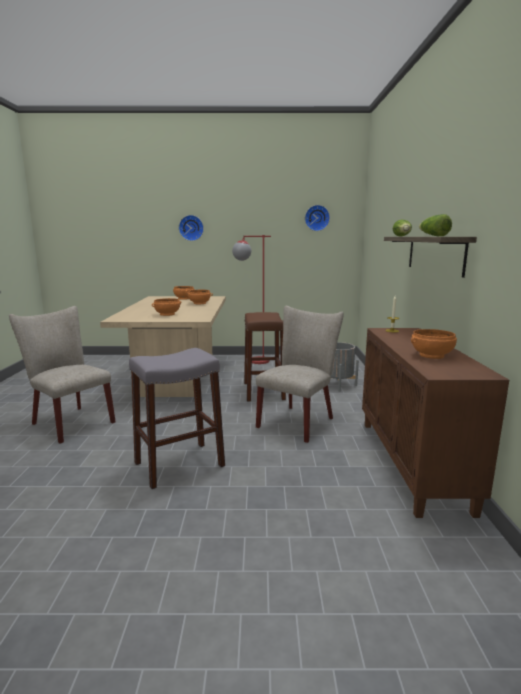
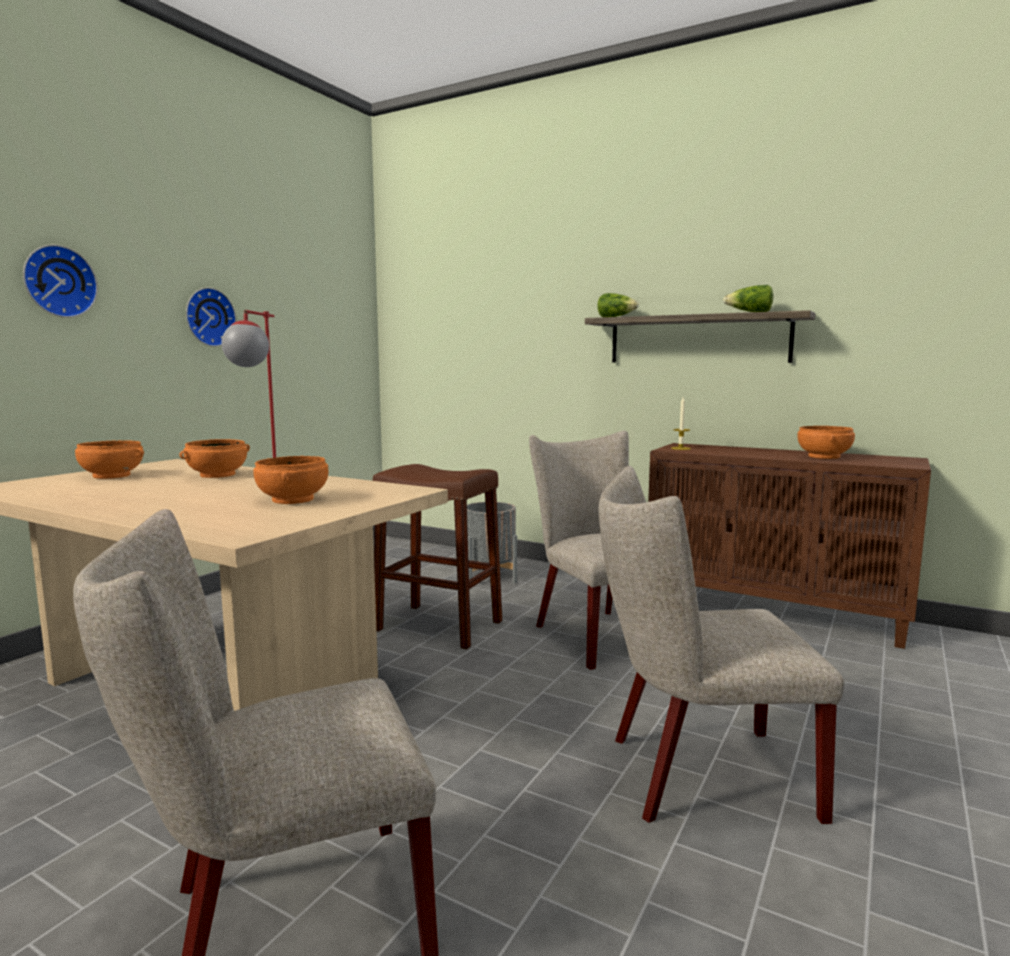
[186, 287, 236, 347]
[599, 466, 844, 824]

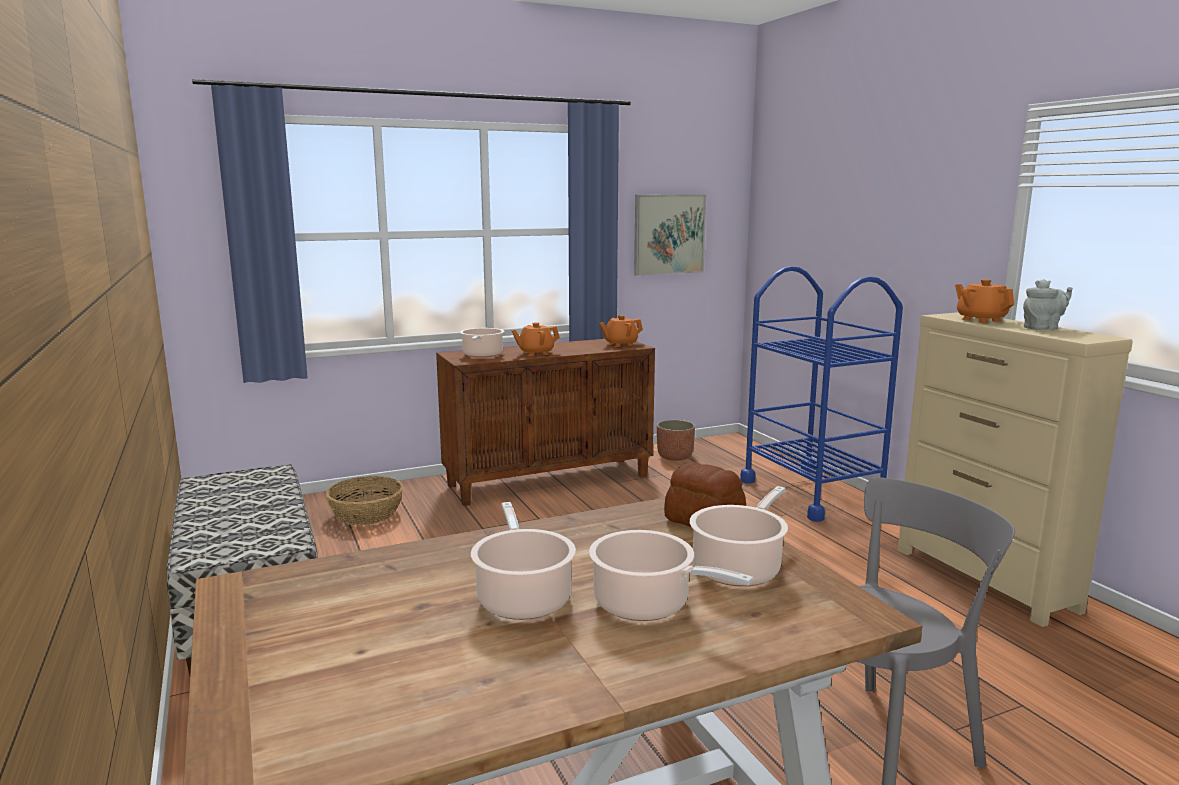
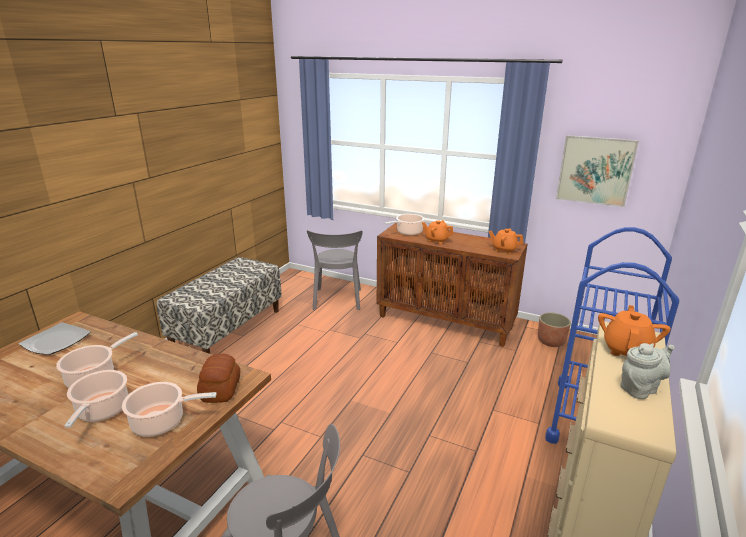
[19, 322, 91, 355]
[307, 230, 363, 310]
[620, 343, 674, 399]

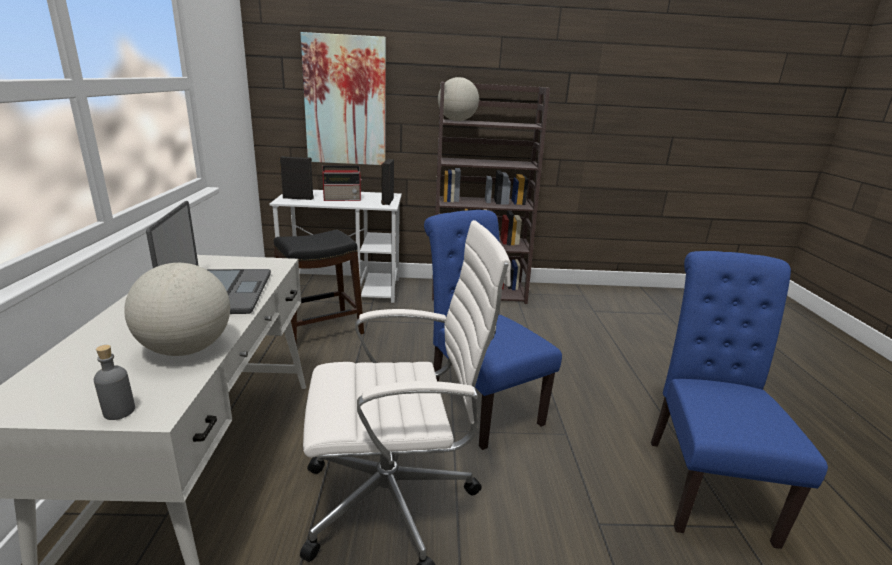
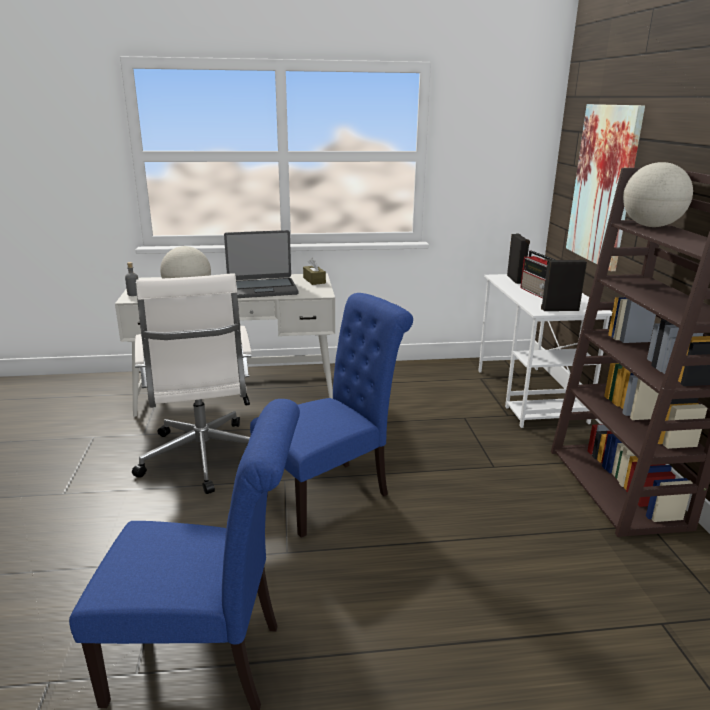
[303, 258, 326, 285]
[274, 230, 364, 346] (first image)

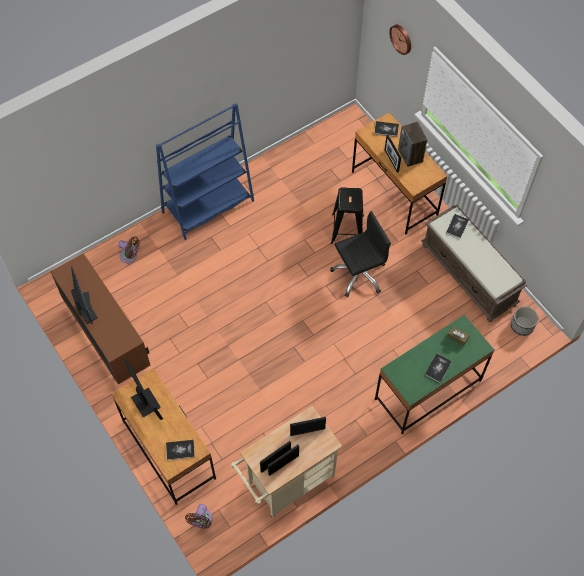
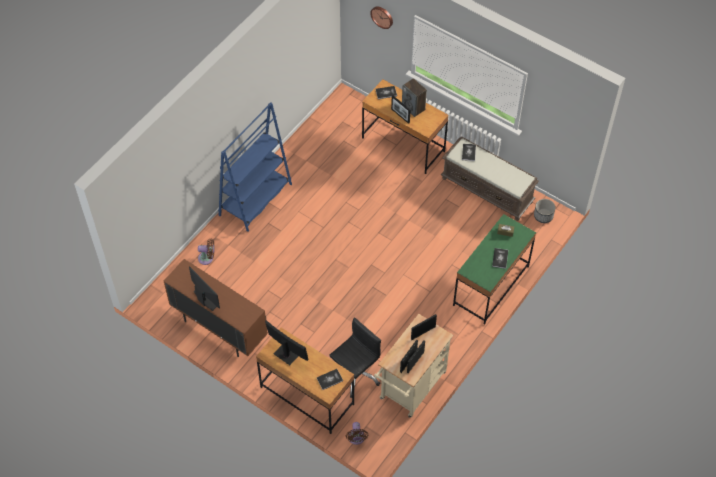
[329, 318, 381, 398]
[331, 187, 364, 244] (first image)

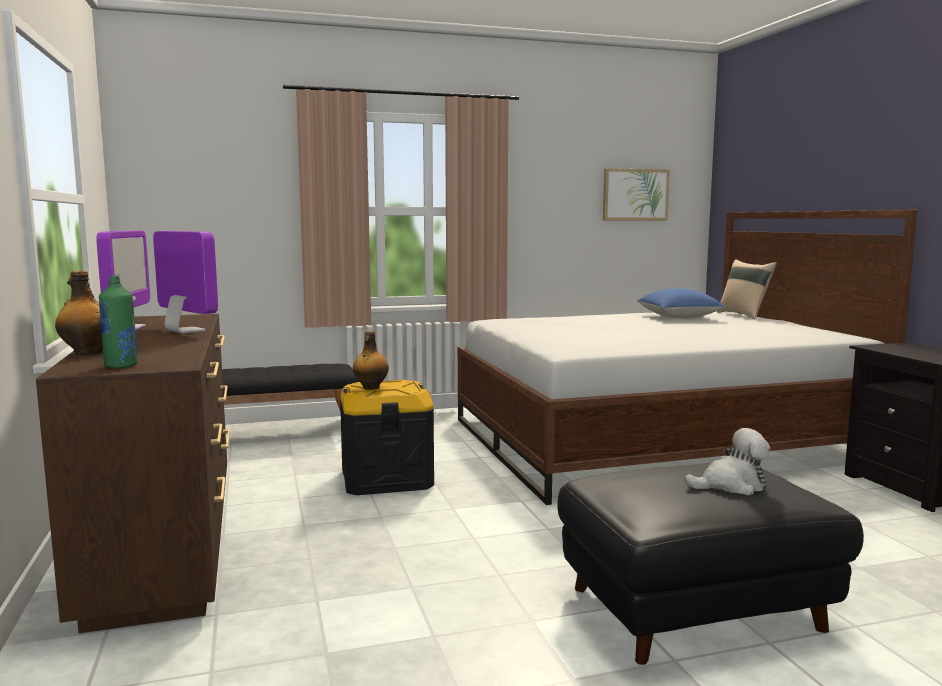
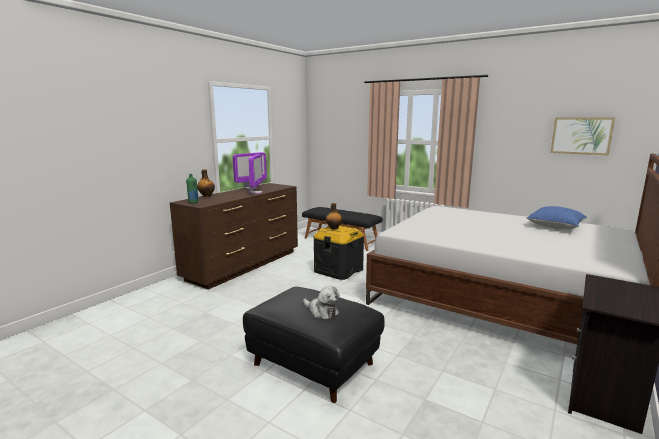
[717, 259, 777, 319] (first image)

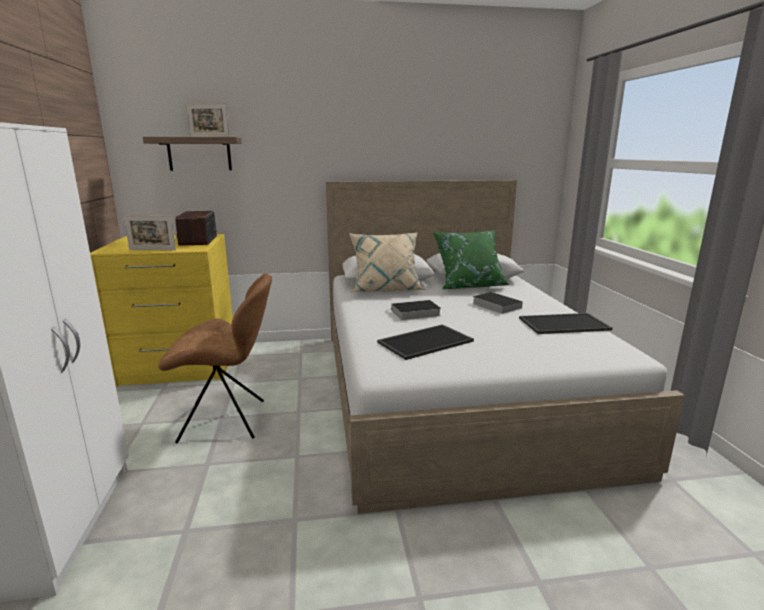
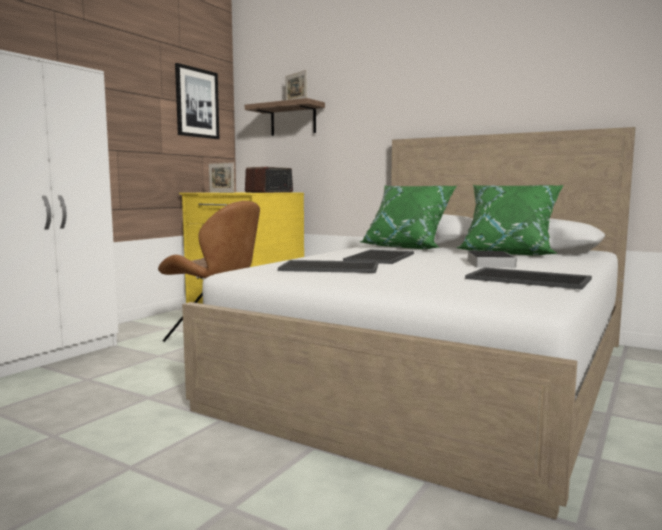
[175, 63, 219, 139]
[343, 249, 414, 264]
[360, 186, 457, 249]

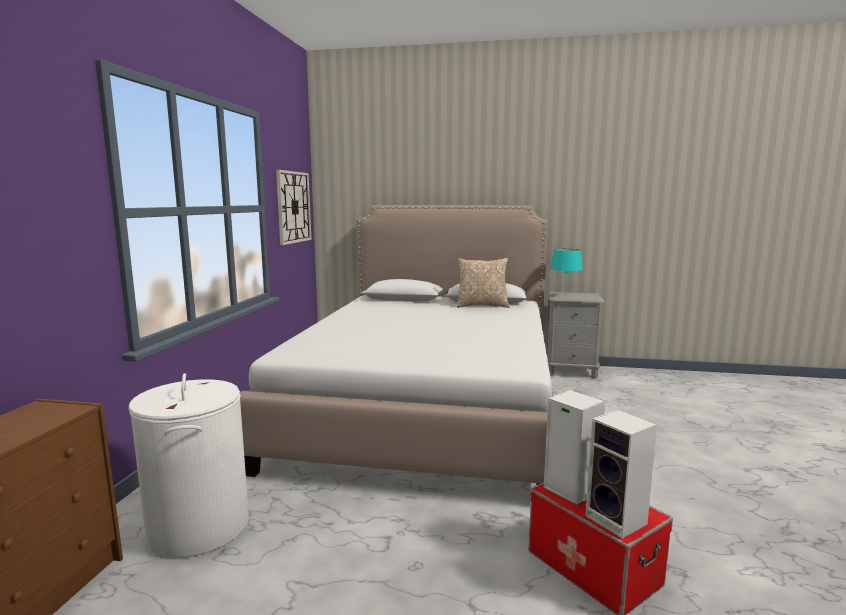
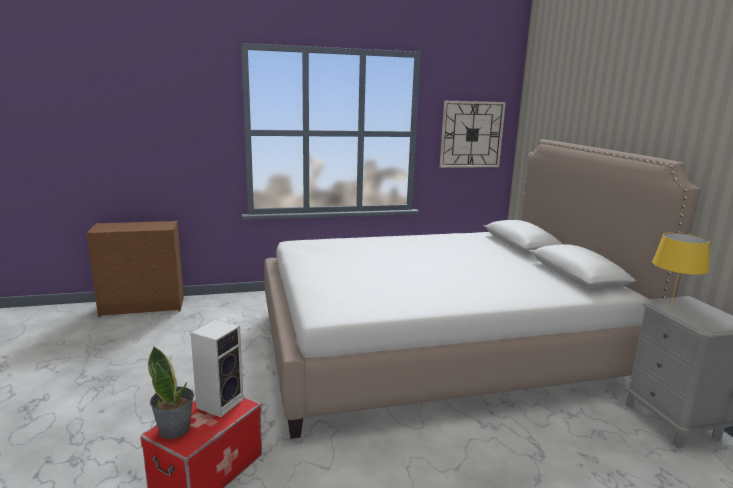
[148, 347, 194, 439]
[652, 232, 710, 306]
[129, 373, 249, 558] (first image)
[457, 258, 510, 308] (first image)

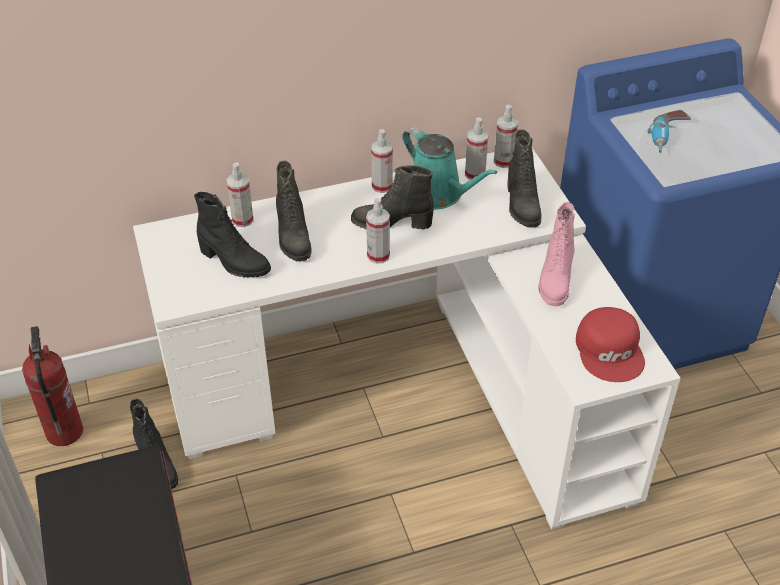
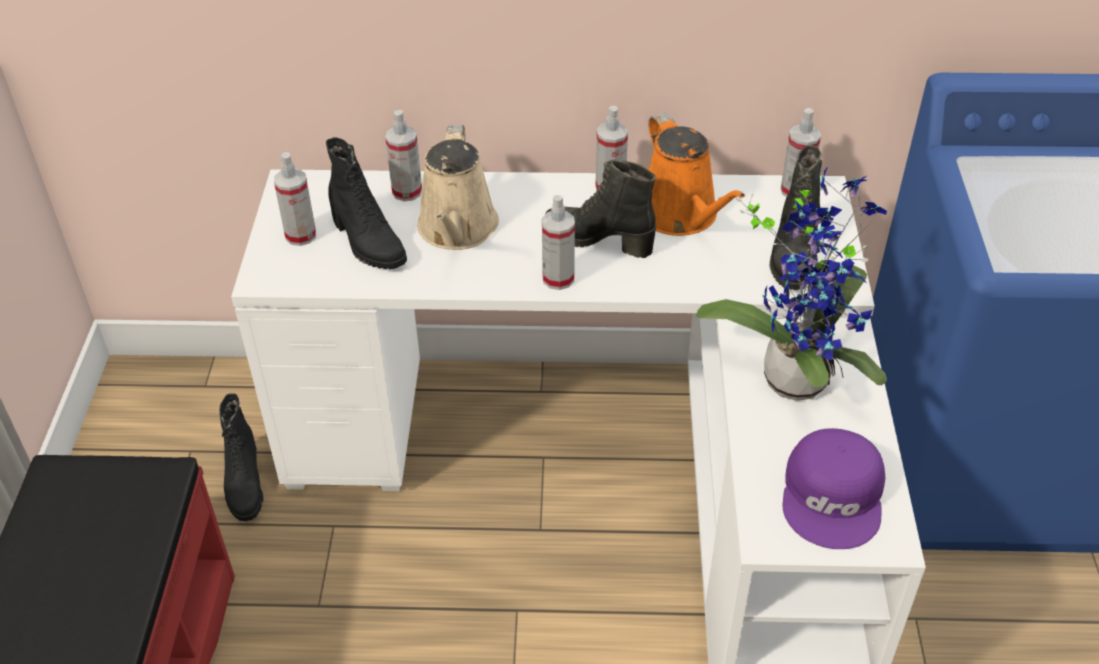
[274, 152, 316, 246]
[417, 125, 499, 250]
[648, 113, 745, 236]
[695, 168, 887, 401]
[782, 428, 885, 549]
[22, 326, 83, 446] (first image)
[648, 110, 691, 153] (first image)

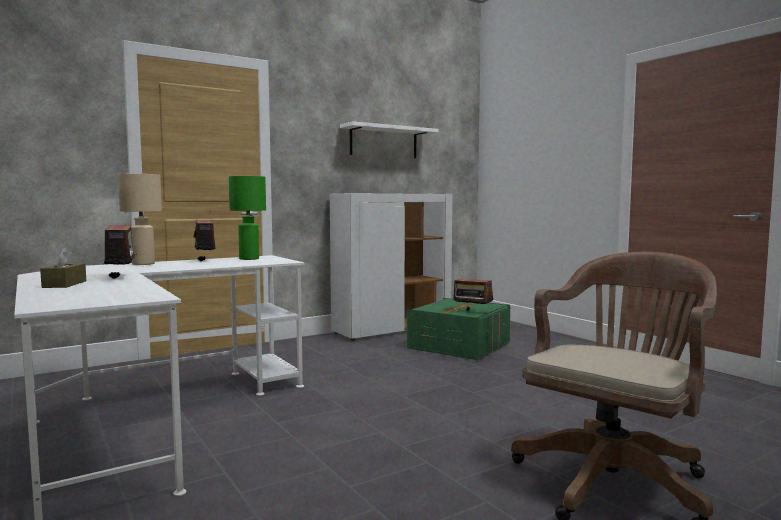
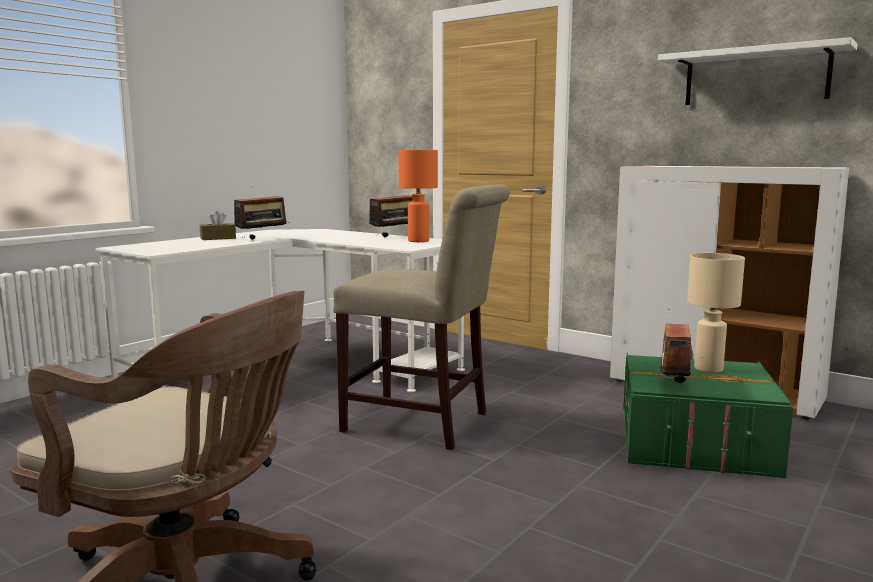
[333, 185, 510, 450]
[398, 150, 438, 242]
[687, 253, 745, 373]

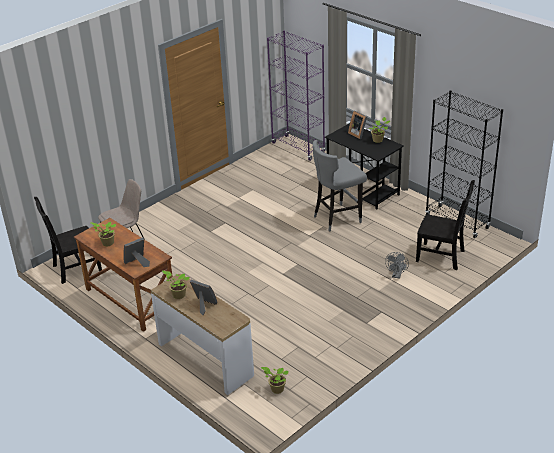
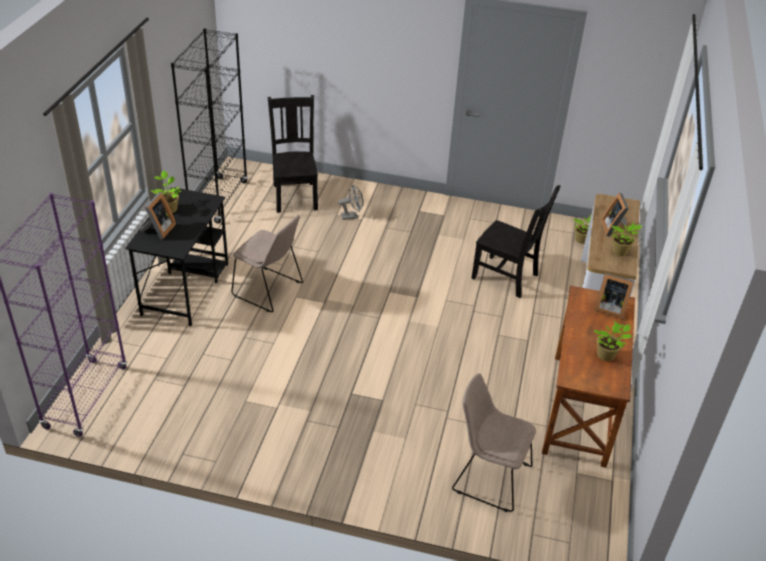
[231, 215, 303, 312]
[471, 185, 560, 298]

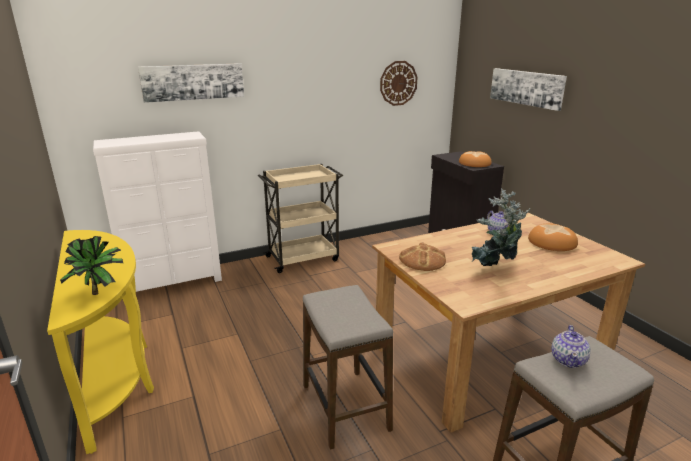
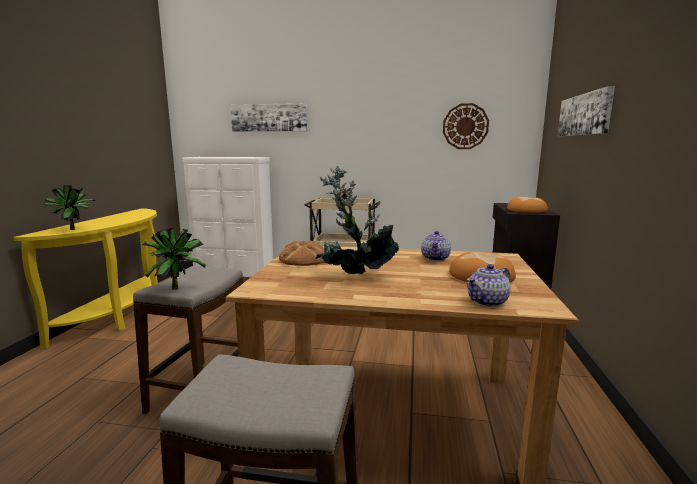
[142, 228, 206, 290]
[467, 264, 511, 307]

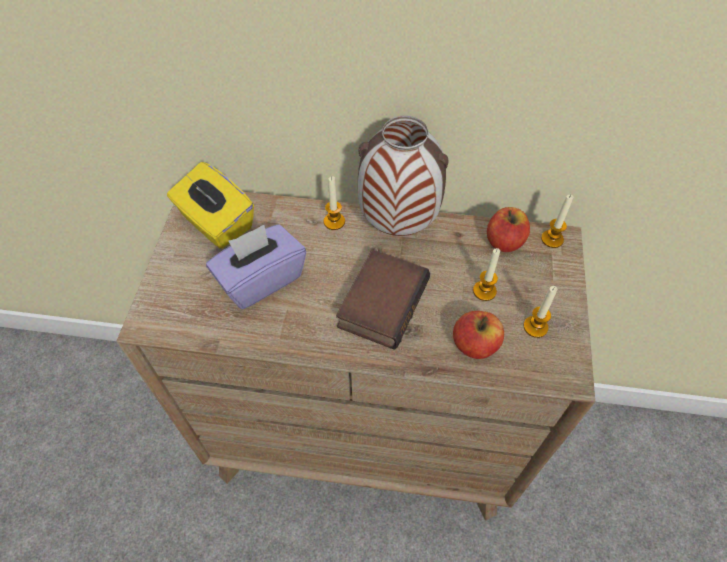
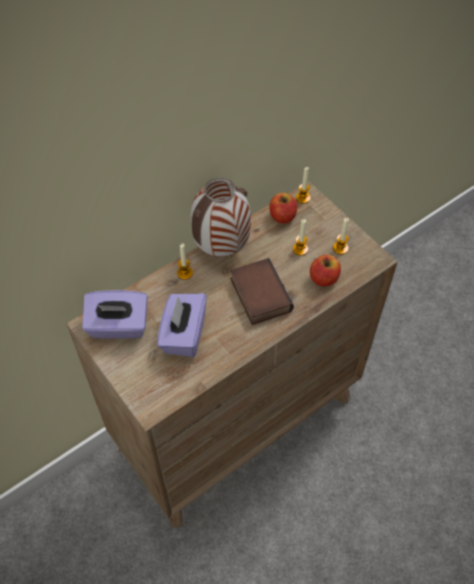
[82, 290, 148, 339]

